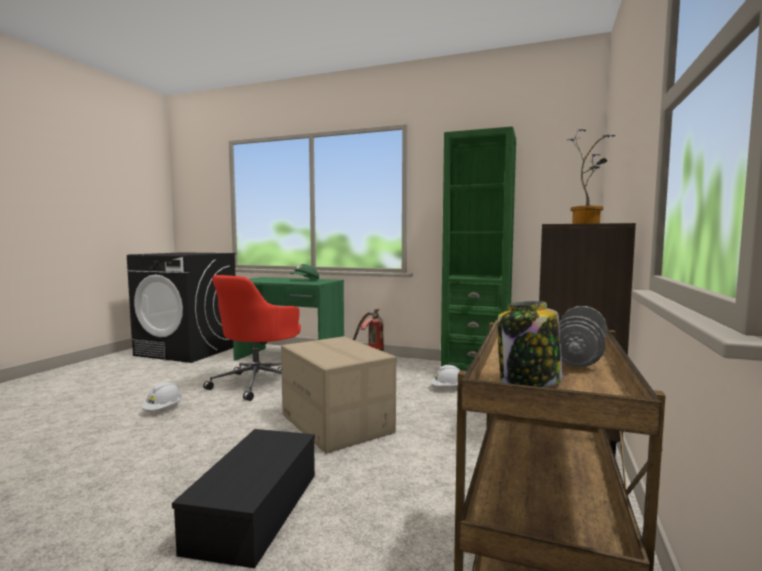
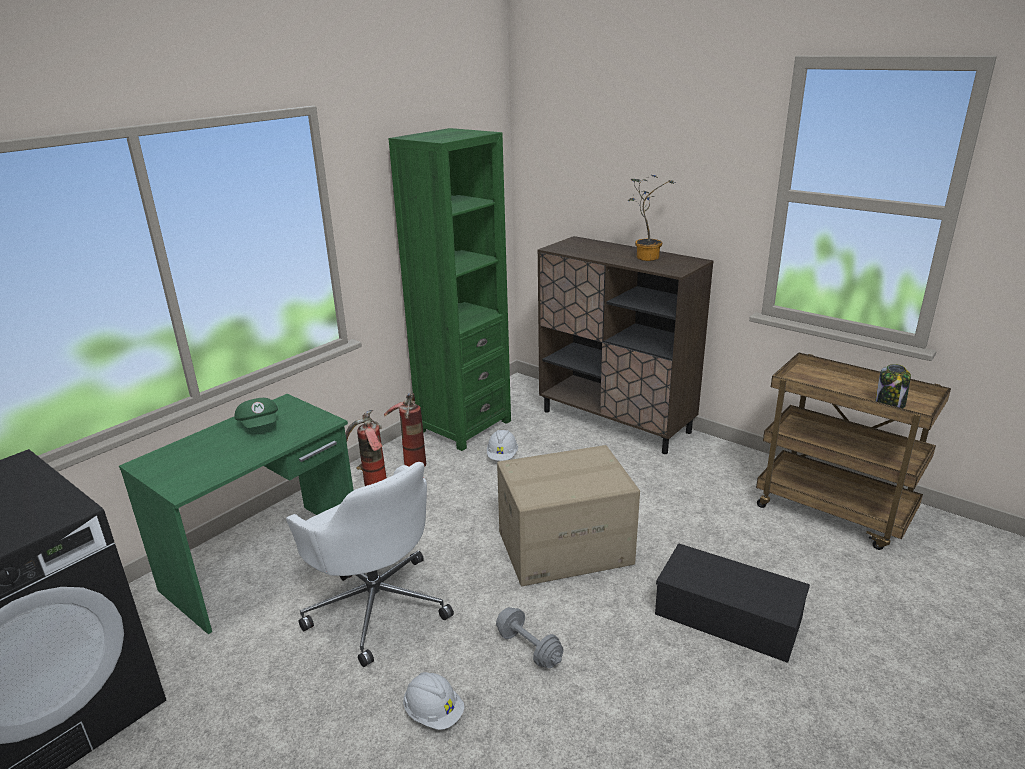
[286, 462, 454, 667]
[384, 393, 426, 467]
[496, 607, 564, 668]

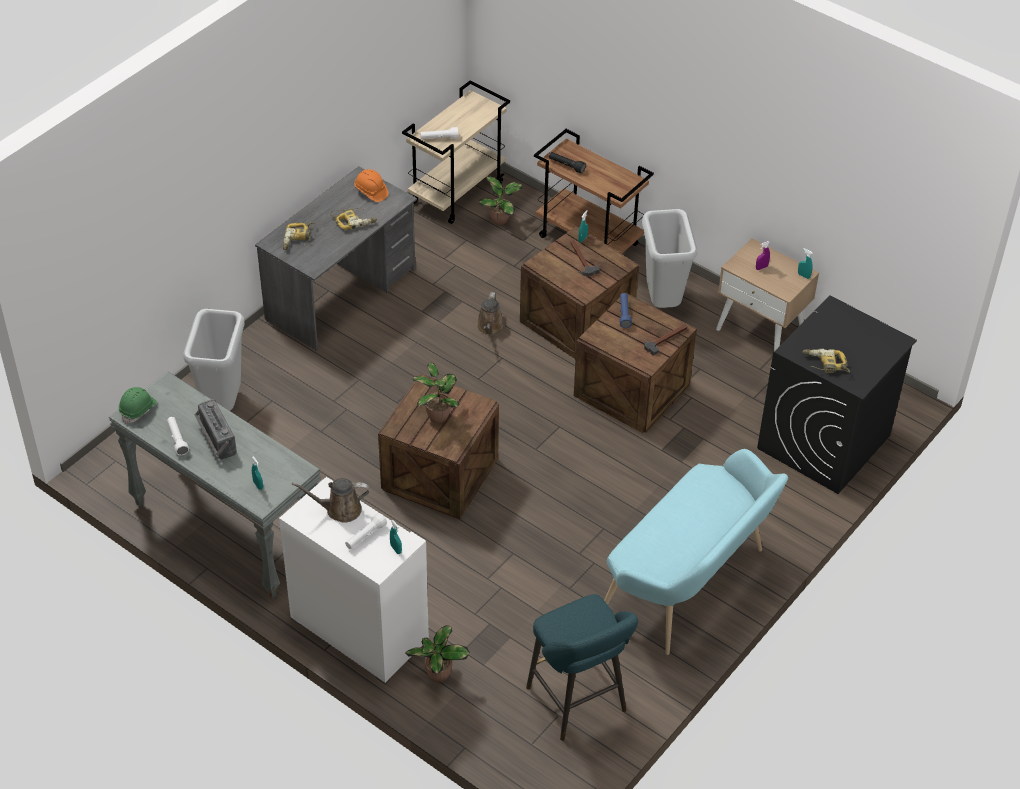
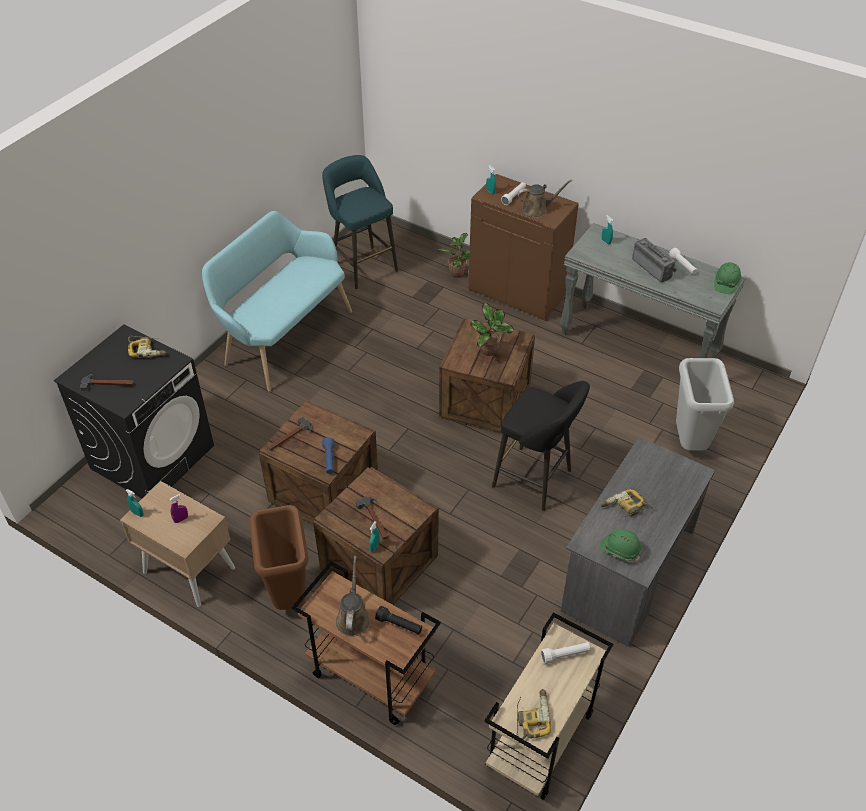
[80, 374, 134, 391]
[249, 505, 308, 610]
[336, 556, 370, 637]
[468, 174, 579, 321]
[492, 381, 590, 511]
[516, 689, 551, 739]
[600, 529, 642, 563]
[479, 177, 522, 225] (first image)

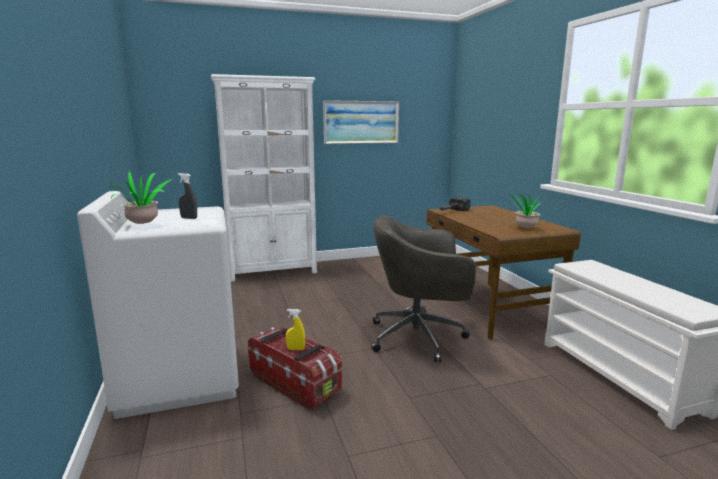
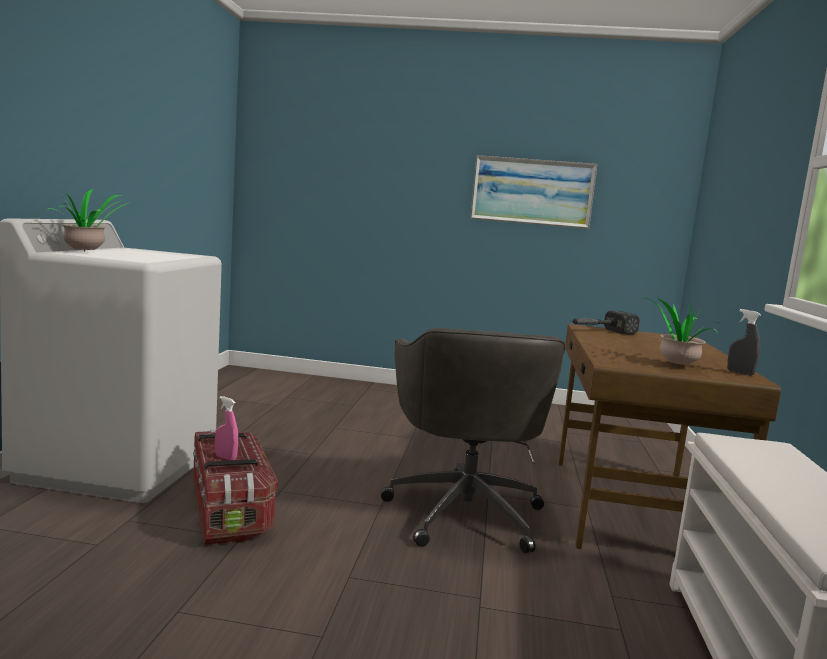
[215, 396, 238, 460]
[381, 328, 565, 553]
[727, 309, 761, 376]
[211, 74, 317, 282] (first image)

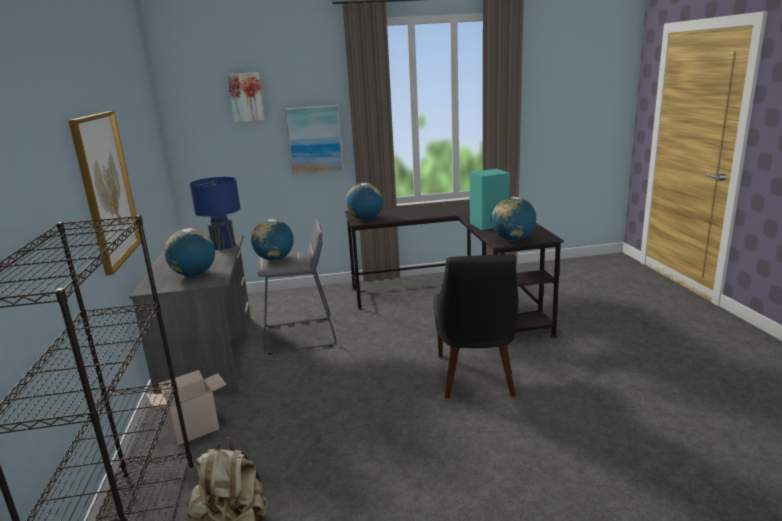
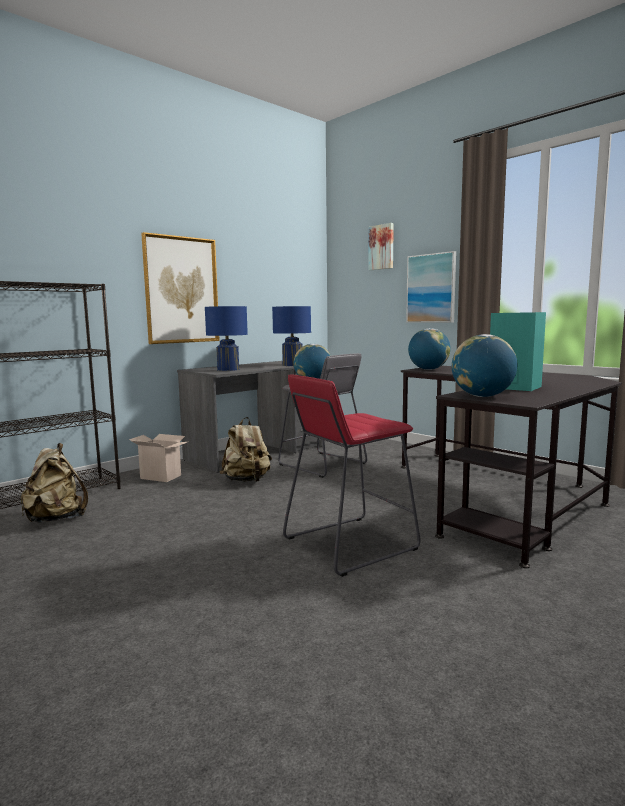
[205, 306, 248, 371]
[219, 417, 272, 482]
[283, 374, 421, 577]

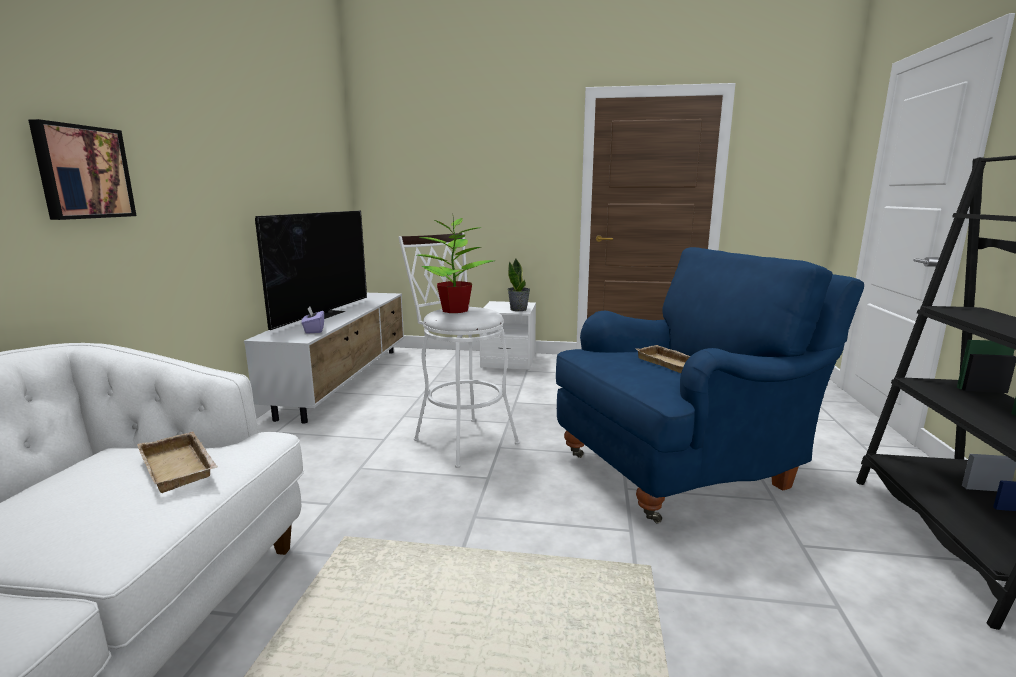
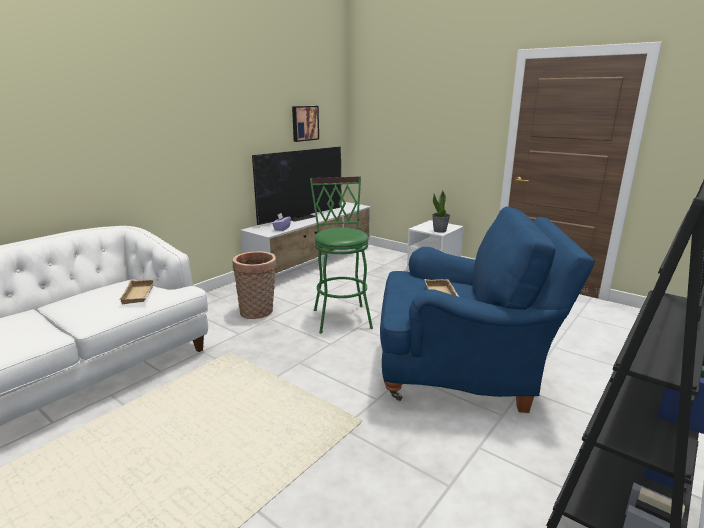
[233, 251, 277, 319]
[292, 106, 319, 142]
[310, 176, 373, 333]
[417, 217, 495, 313] (first image)

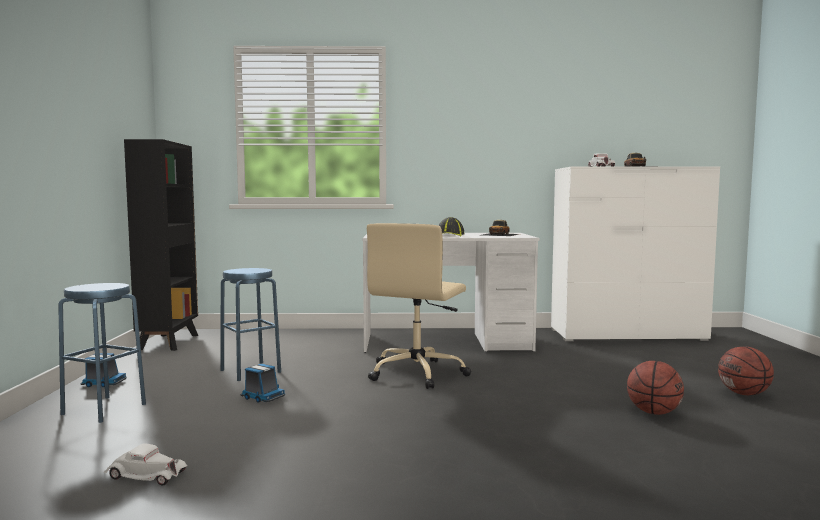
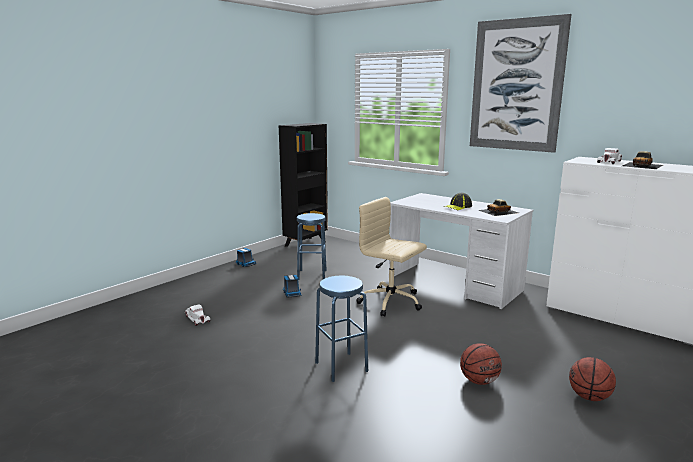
[315, 276, 368, 382]
[356, 197, 427, 317]
[470, 14, 571, 153]

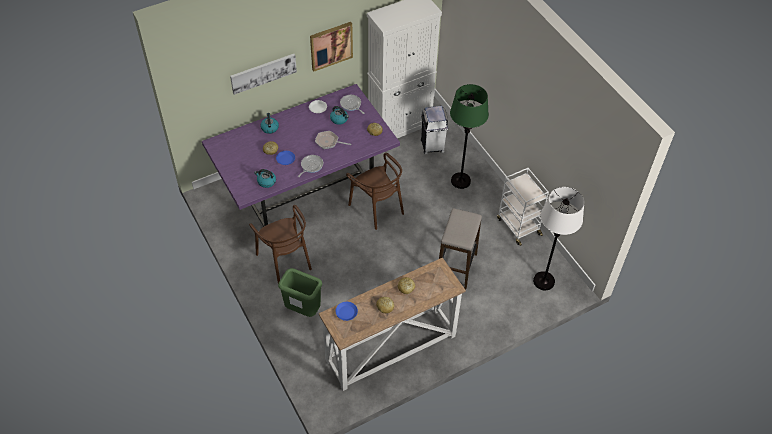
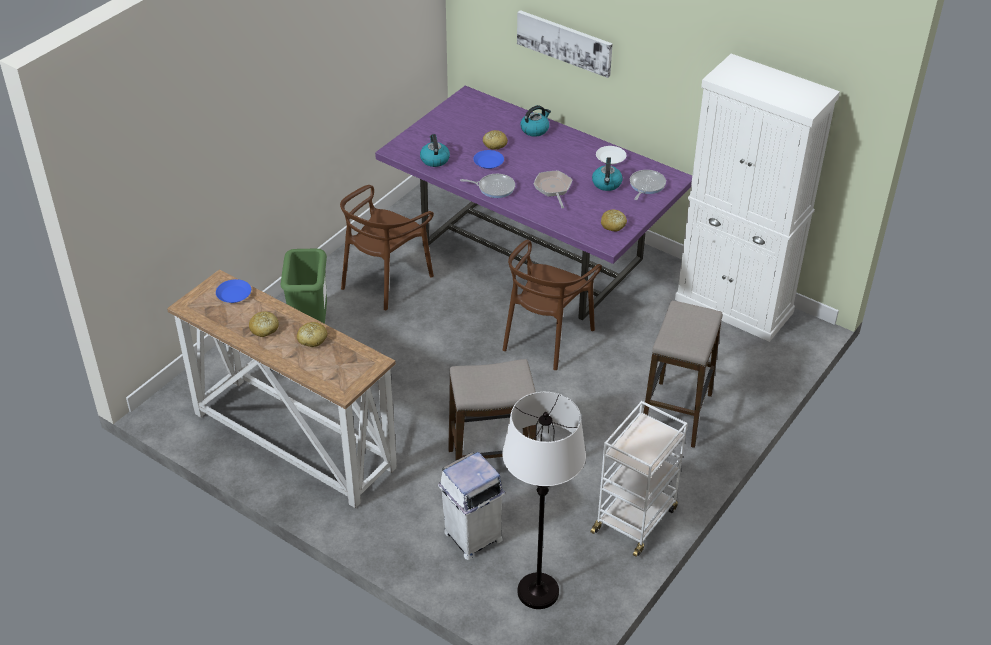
[438, 452, 505, 560]
[643, 301, 723, 448]
[310, 22, 353, 71] (first image)

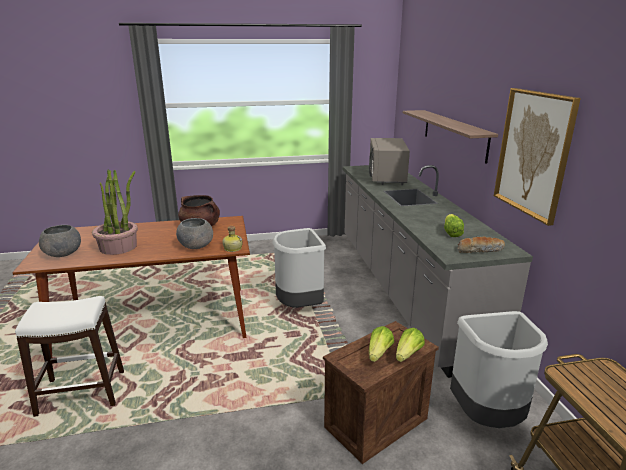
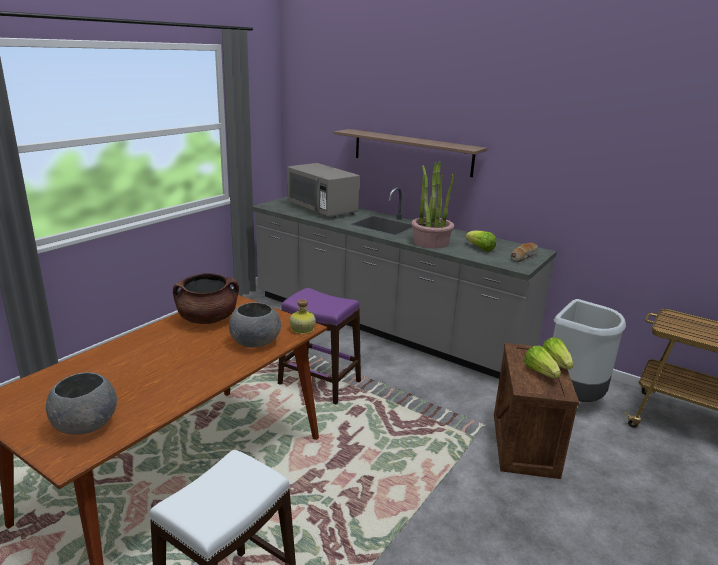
[278, 288, 361, 405]
[411, 162, 454, 249]
[494, 88, 581, 226] (first image)

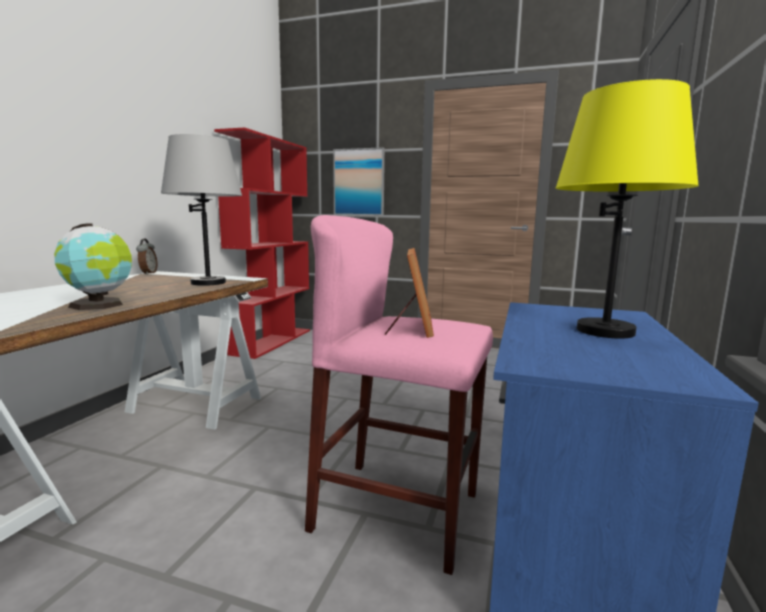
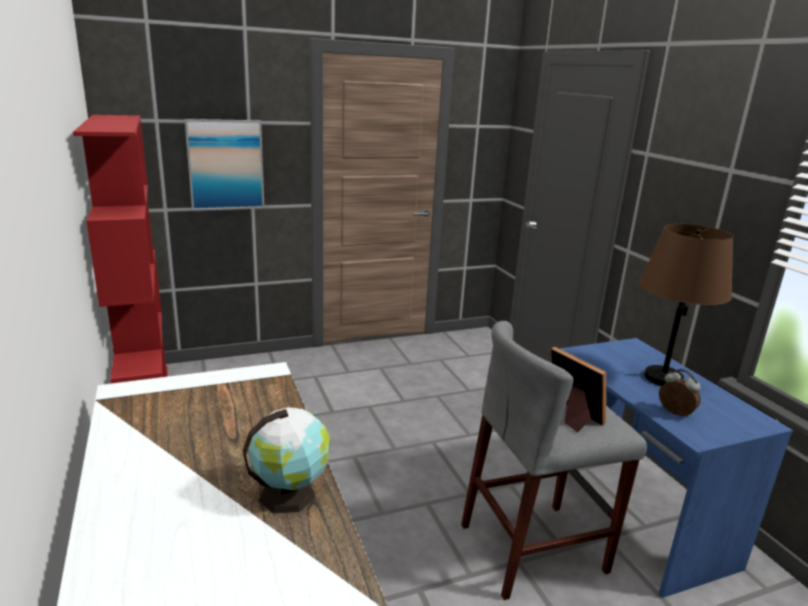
[461, 321, 647, 600]
[640, 224, 733, 386]
[659, 369, 701, 417]
[161, 134, 242, 286] (first image)

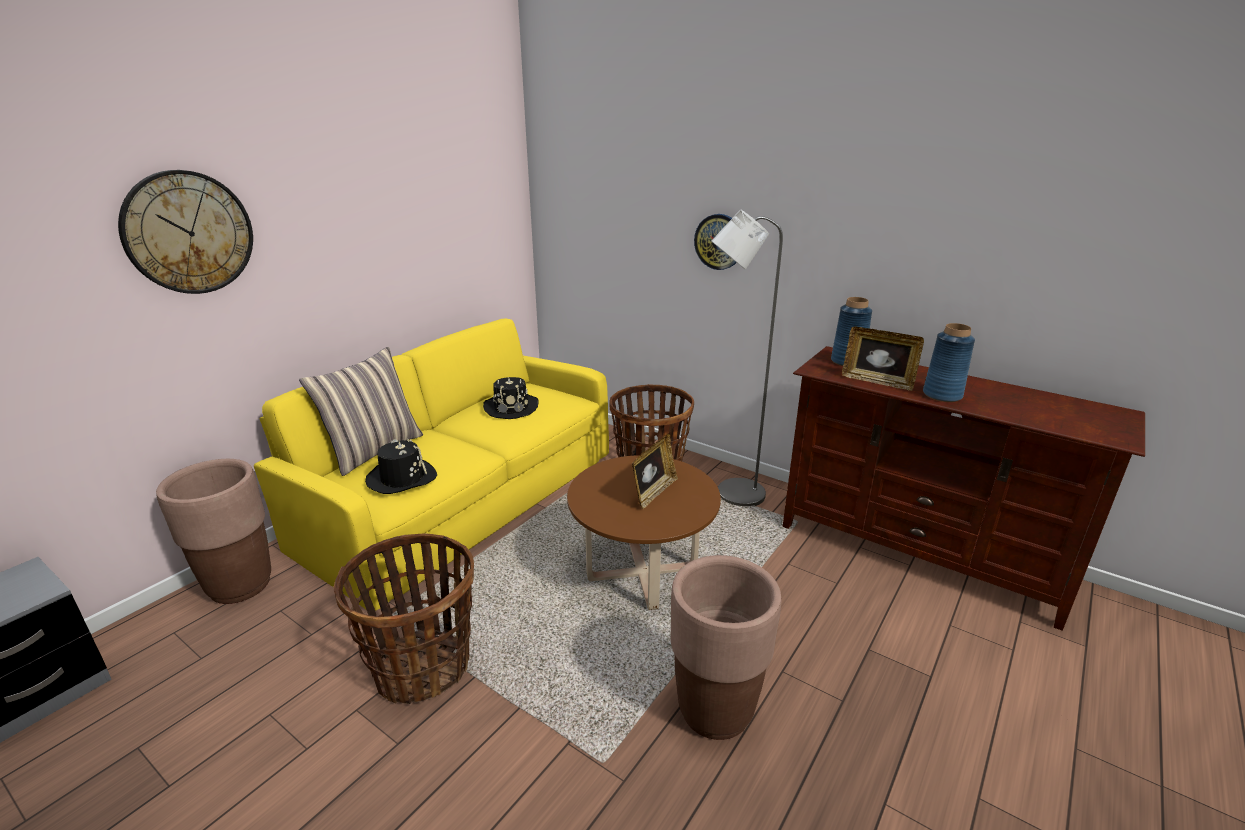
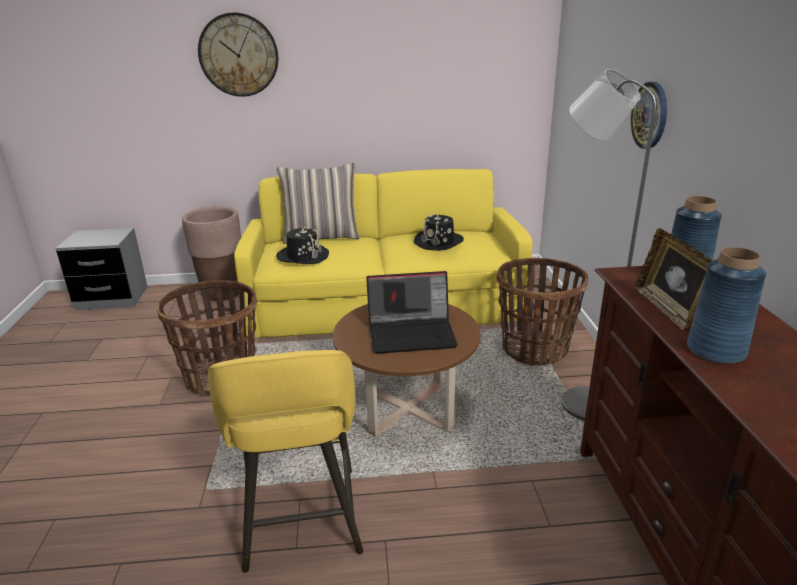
[208, 350, 363, 573]
[366, 271, 458, 354]

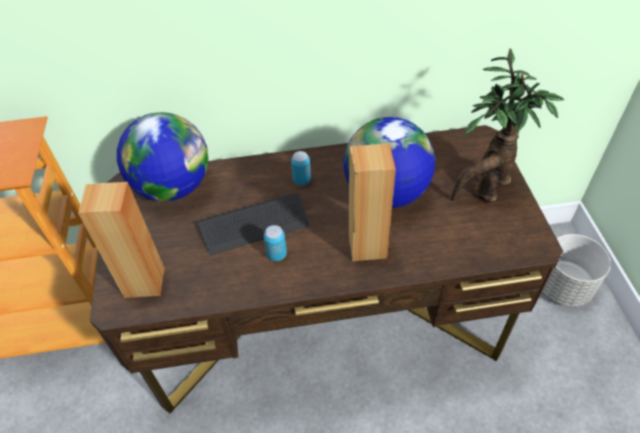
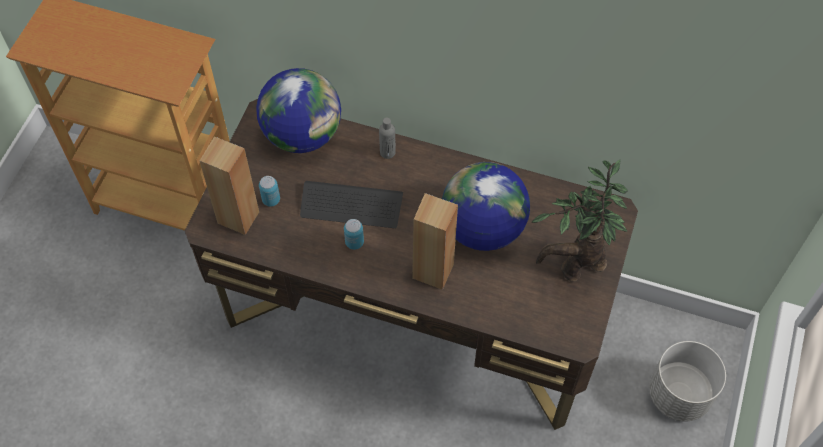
[259, 176, 280, 207]
[379, 118, 396, 159]

